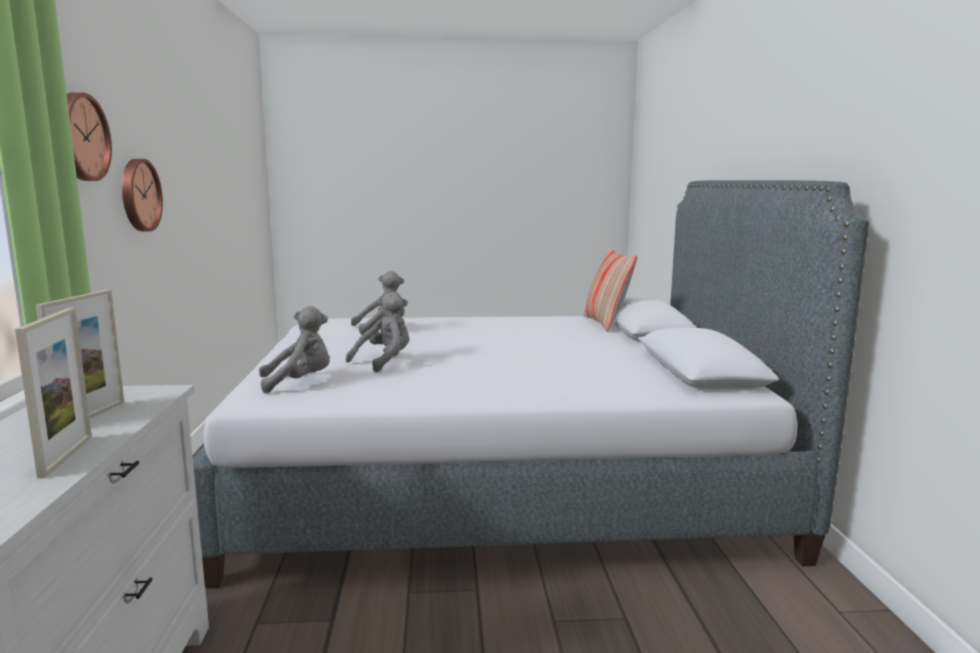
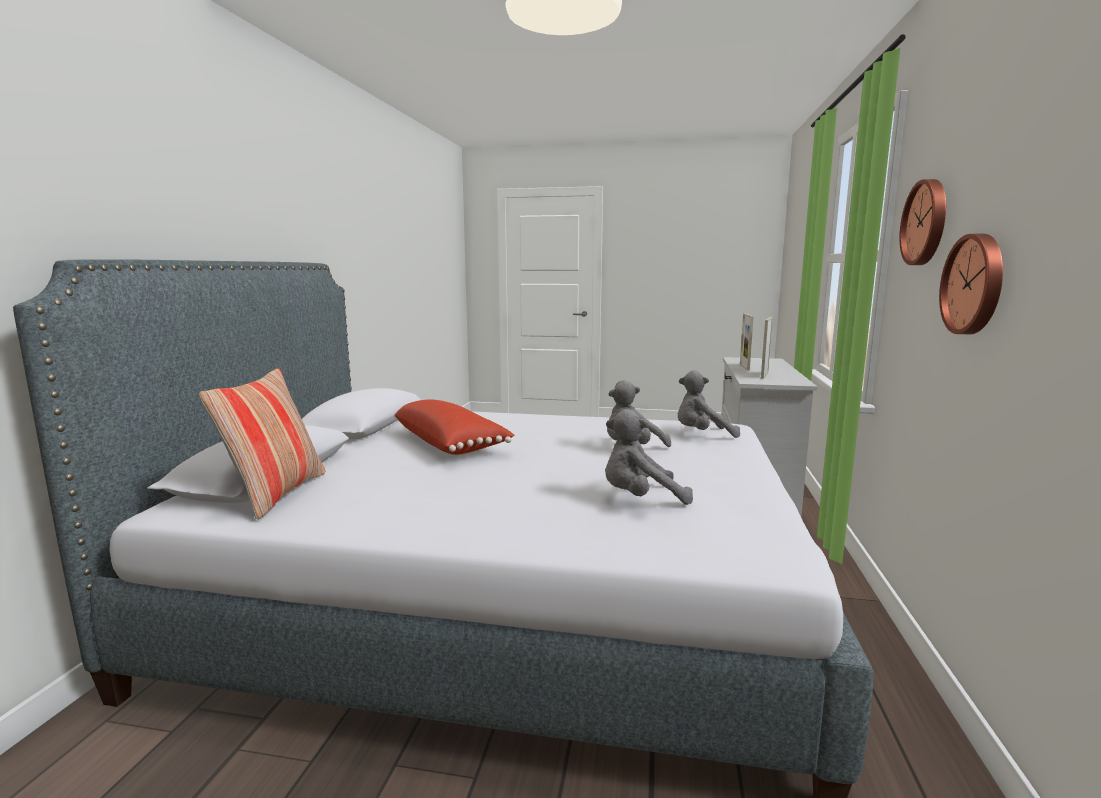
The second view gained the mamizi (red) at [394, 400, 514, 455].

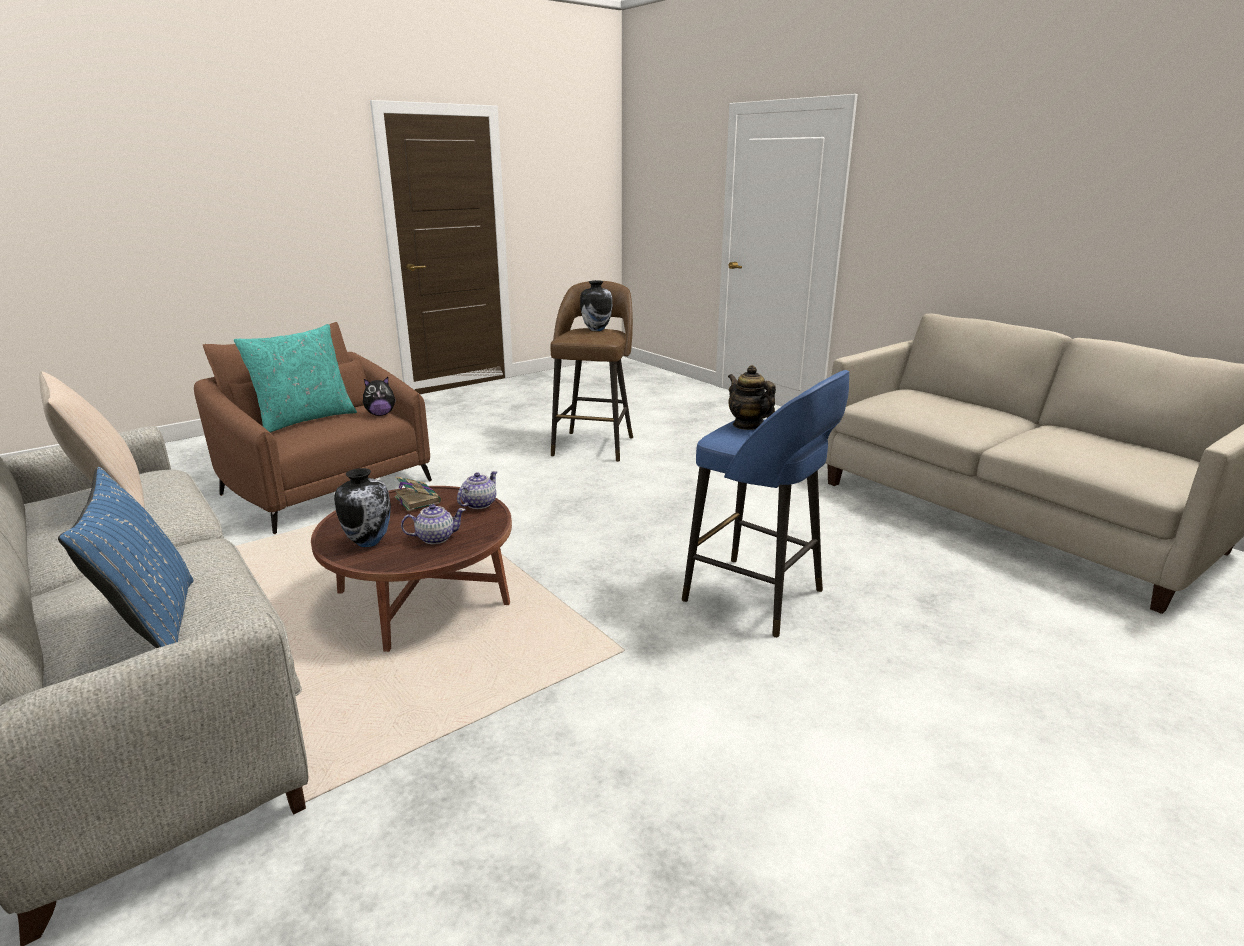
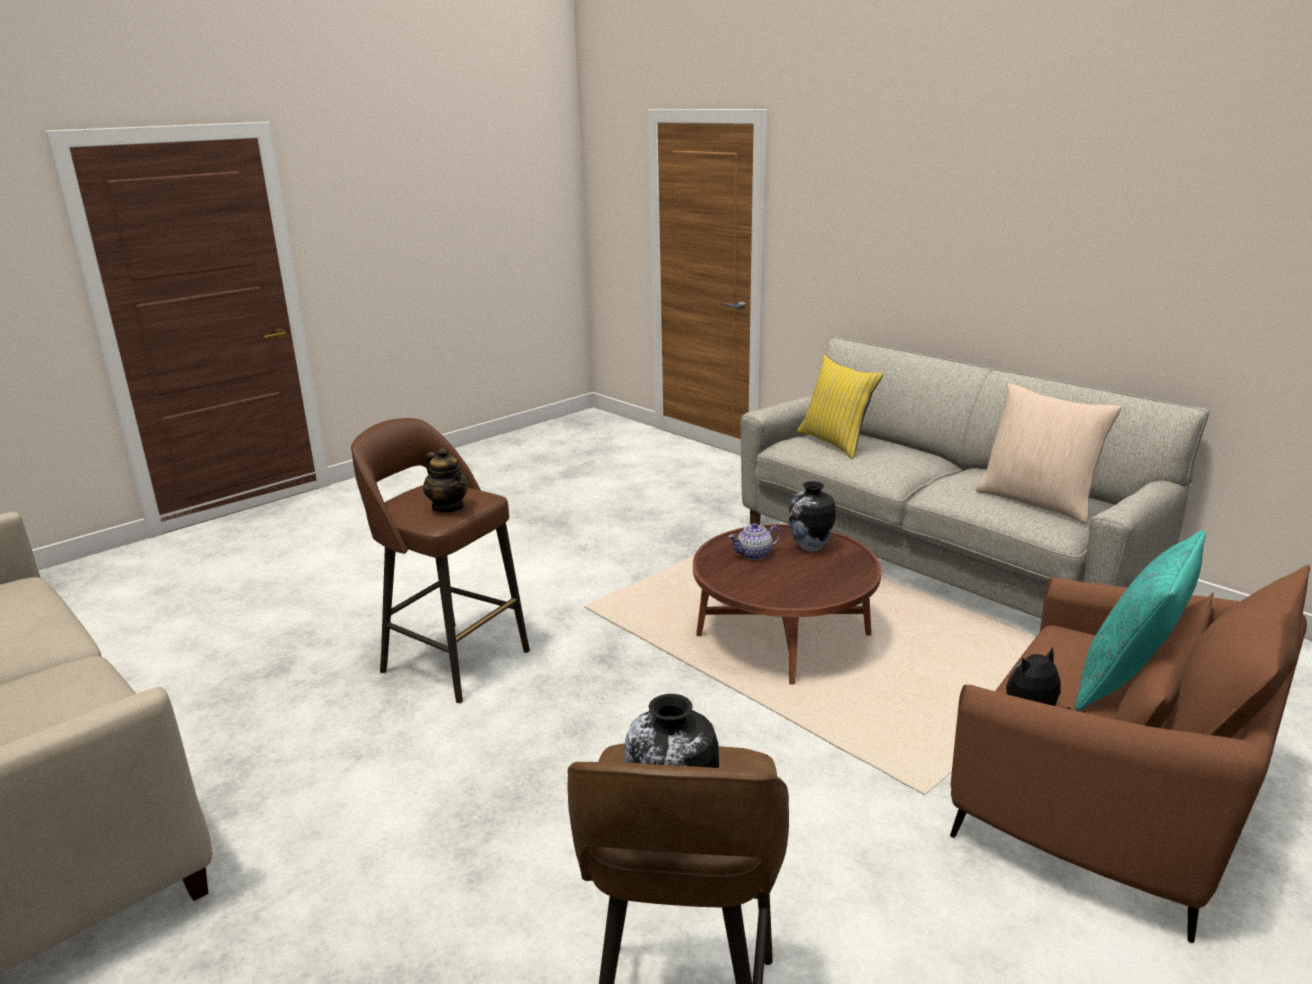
The second view lost the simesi at [395, 476, 441, 511]. The second view lost the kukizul at [457, 471, 497, 509]. What was the mamizi (blue) at [58, 467, 194, 648] turned into the mamizi (yellow) at [797, 355, 883, 459]. What was the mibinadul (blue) at [682, 370, 849, 638] turned into the mibinadul (brown) at [351, 418, 530, 703].

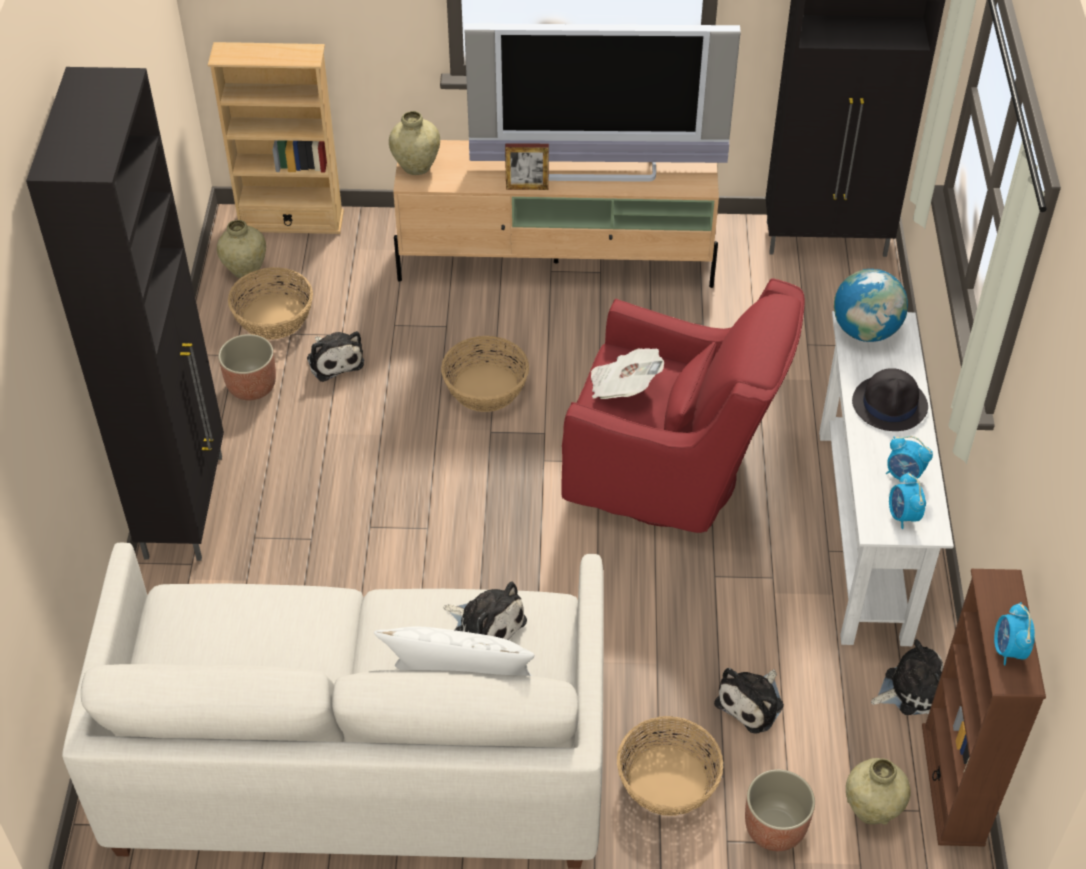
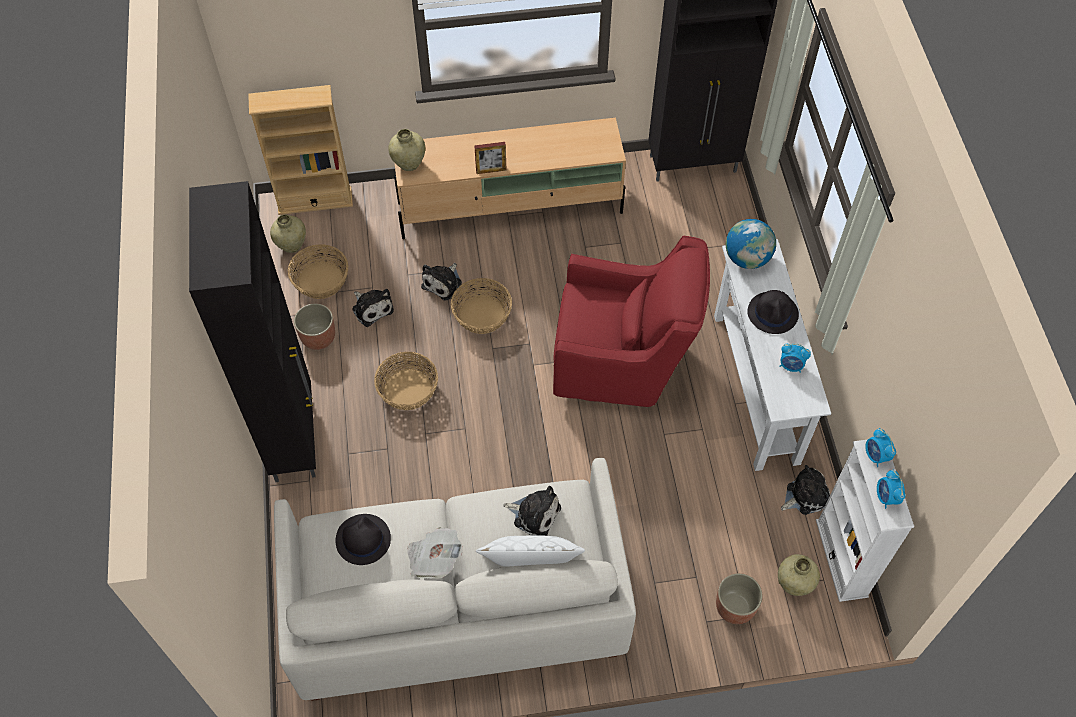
The second view lost the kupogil at [464, 23, 741, 182]. The second view gained the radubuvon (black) at [336, 514, 391, 565]. The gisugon ended up elsewhere, having gone from [591, 348, 664, 399] to [407, 527, 463, 579]. The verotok ended up elsewhere, having gone from [617, 716, 723, 816] to [374, 352, 438, 410]. The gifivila ended up elsewhere, having gone from [714, 668, 784, 734] to [421, 263, 462, 300]. The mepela ended up elsewhere, having gone from [889, 472, 926, 529] to [865, 428, 896, 467]. What was the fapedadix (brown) at [922, 569, 1046, 847] turned into the fapedadix (white) at [816, 440, 914, 602].

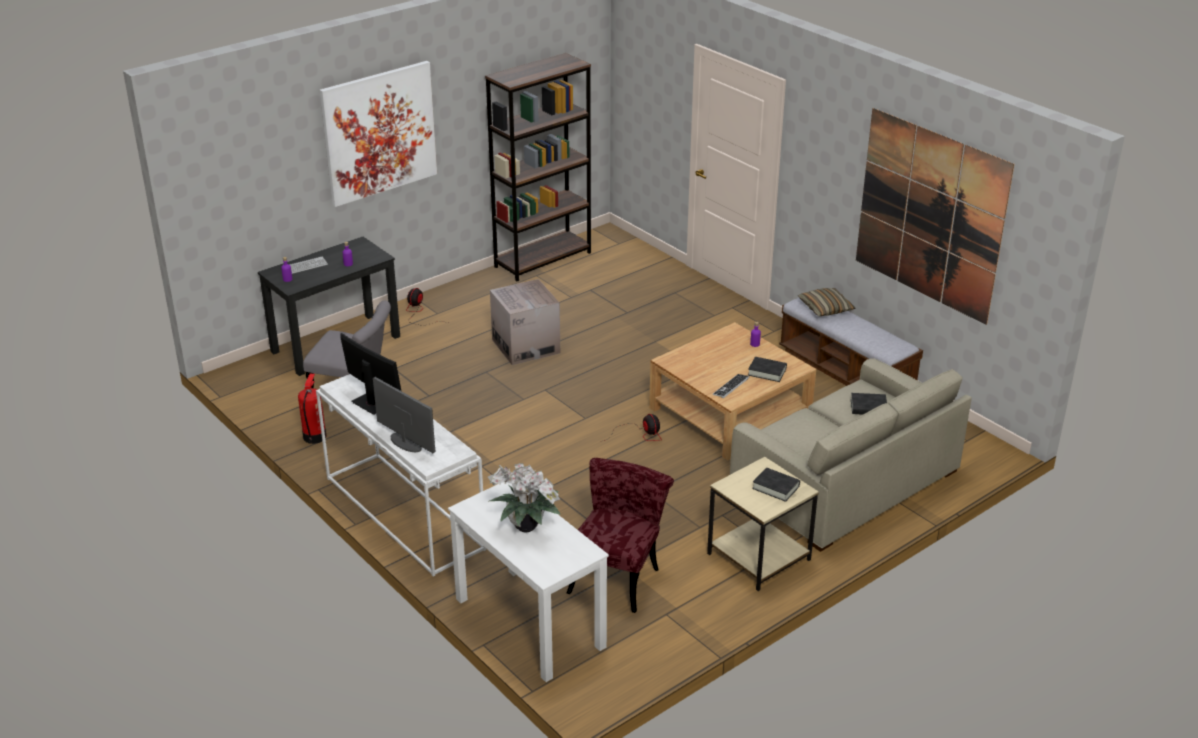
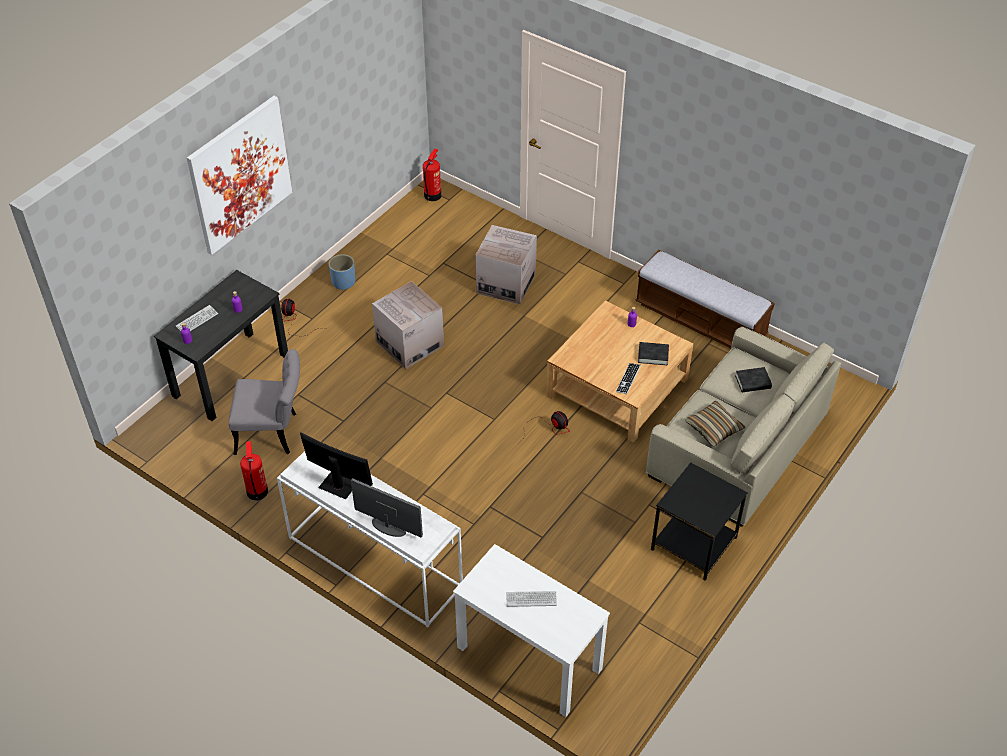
The second view lost the fapedadix (brown) at [485, 53, 591, 281]. The second view lost the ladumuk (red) at [567, 458, 674, 613]. The second view lost the simesi (black) at [752, 467, 800, 502]. The second view lost the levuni at [856, 108, 1014, 325]. The second view gained the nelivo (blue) at [329, 254, 355, 290]. The second view gained the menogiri at [423, 149, 441, 201]. The second view gained the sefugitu at [475, 225, 537, 305]. The mamizi ended up elsewhere, having gone from [798, 288, 855, 316] to [685, 401, 745, 447]. Where the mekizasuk stood at [488, 463, 561, 532], the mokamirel came to stand at [506, 591, 557, 607]. What was the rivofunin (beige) at [707, 457, 819, 591] turned into the rivofunin (black) at [651, 463, 748, 580].

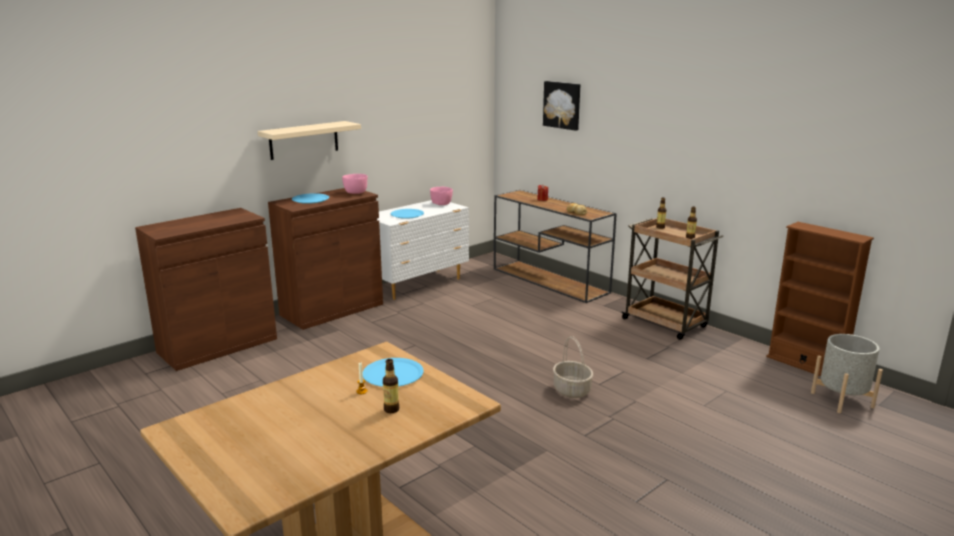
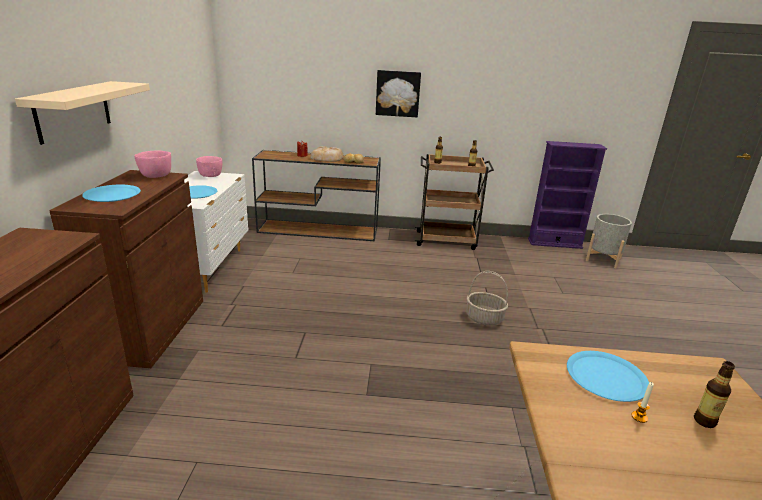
The second view gained the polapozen at [310, 146, 344, 162]. The levuni ended up elsewhere, having gone from [543, 81, 580, 131] to [376, 70, 421, 117]. What was the fapedadix (brown) at [767, 222, 874, 376] turned into the fapedadix (purple) at [528, 141, 607, 249].

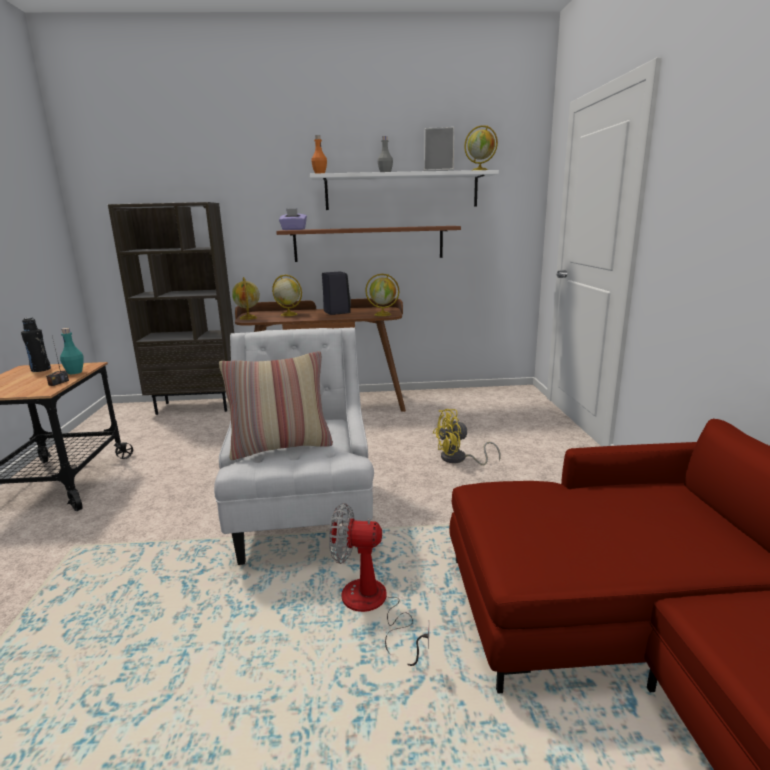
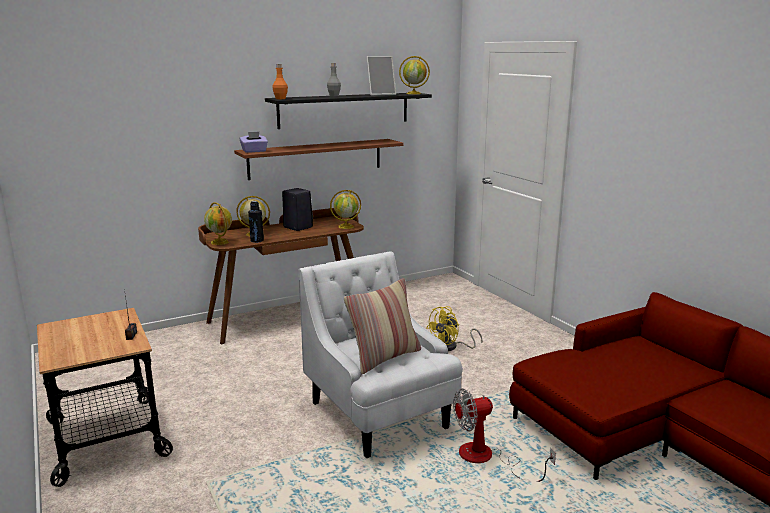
The second view lost the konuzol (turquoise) at [60, 328, 84, 374]. The second view lost the fapedadix (brown) at [108, 202, 234, 415]. The konuzol (black) ended up elsewhere, having gone from [21, 318, 51, 372] to [248, 201, 264, 243]. What was the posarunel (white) at [310, 170, 499, 210] turned into the posarunel (black) at [265, 93, 432, 129].

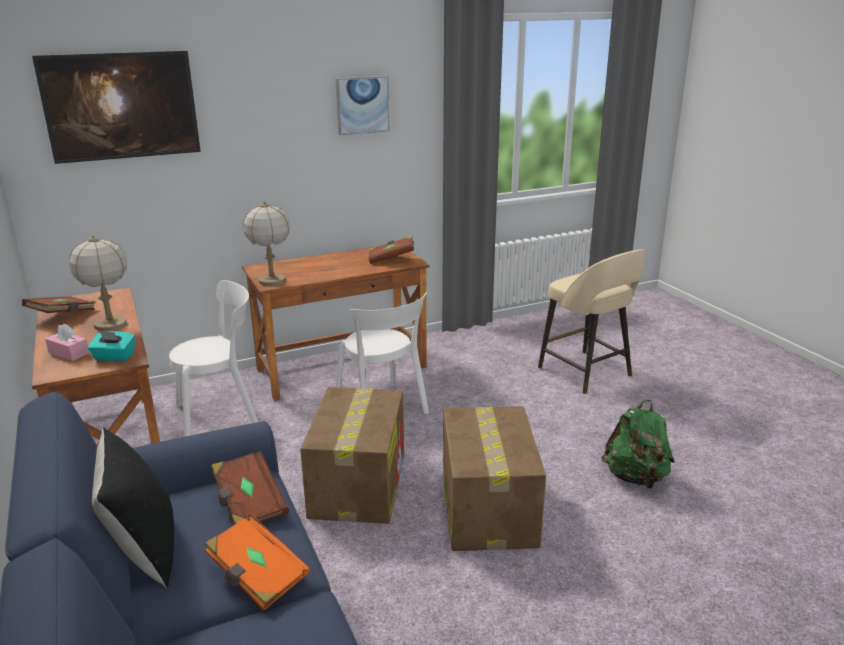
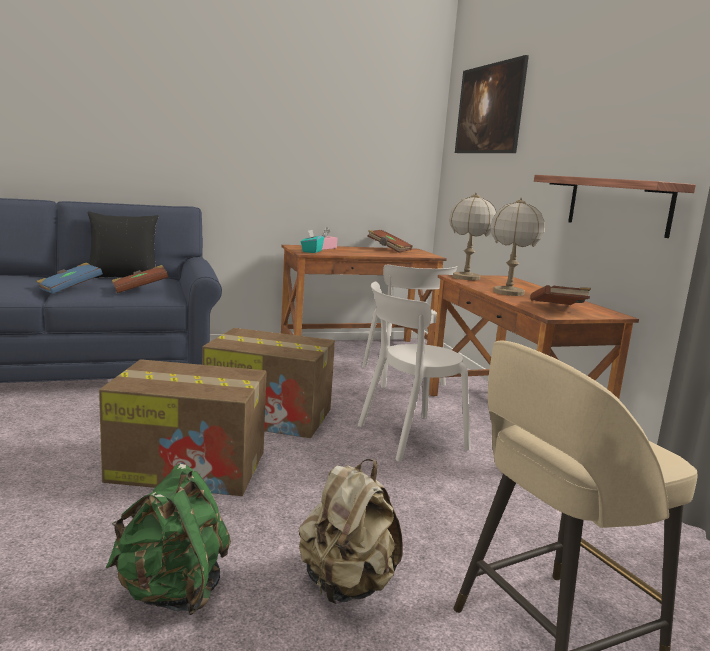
The second view lost the levuni at [336, 76, 390, 135]. The second view gained the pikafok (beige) at [299, 459, 403, 604]. The second view gained the posarunel at [534, 175, 696, 238]. The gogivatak ended up elsewhere, having gone from [69, 235, 127, 331] to [490, 197, 545, 296]. What was the simesi (orange) at [205, 514, 310, 611] turned into the simesi (blue) at [36, 263, 103, 294].

